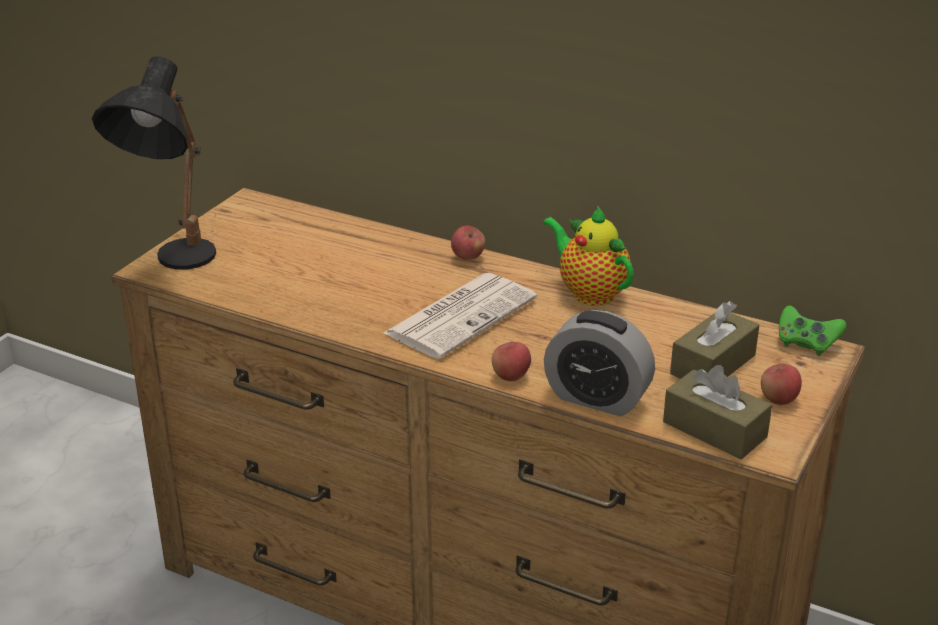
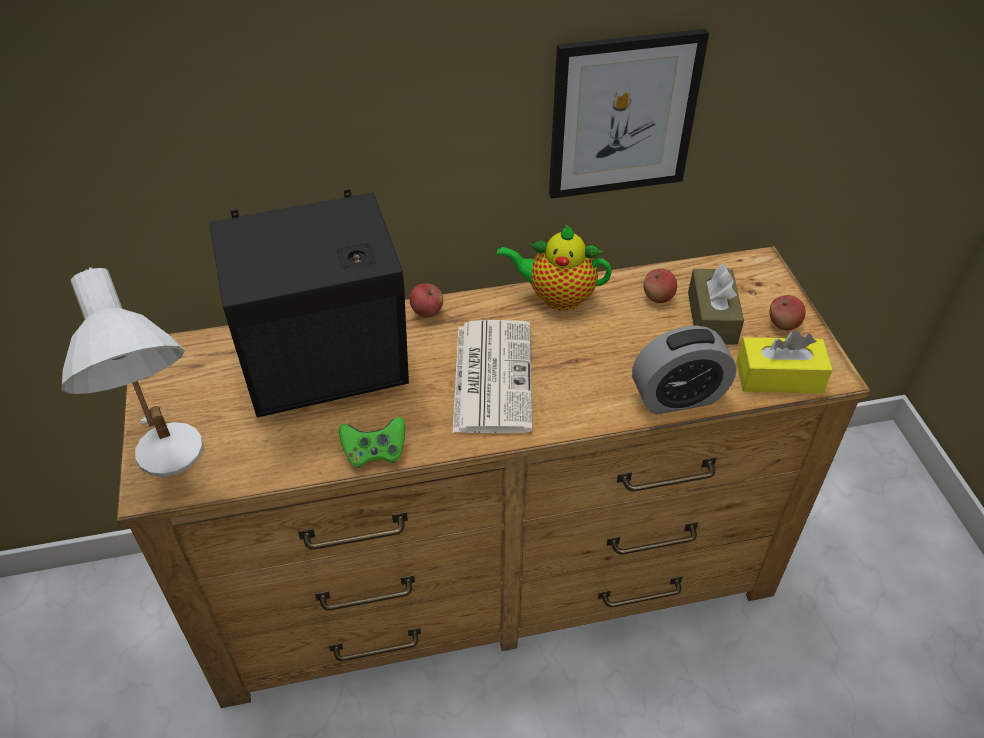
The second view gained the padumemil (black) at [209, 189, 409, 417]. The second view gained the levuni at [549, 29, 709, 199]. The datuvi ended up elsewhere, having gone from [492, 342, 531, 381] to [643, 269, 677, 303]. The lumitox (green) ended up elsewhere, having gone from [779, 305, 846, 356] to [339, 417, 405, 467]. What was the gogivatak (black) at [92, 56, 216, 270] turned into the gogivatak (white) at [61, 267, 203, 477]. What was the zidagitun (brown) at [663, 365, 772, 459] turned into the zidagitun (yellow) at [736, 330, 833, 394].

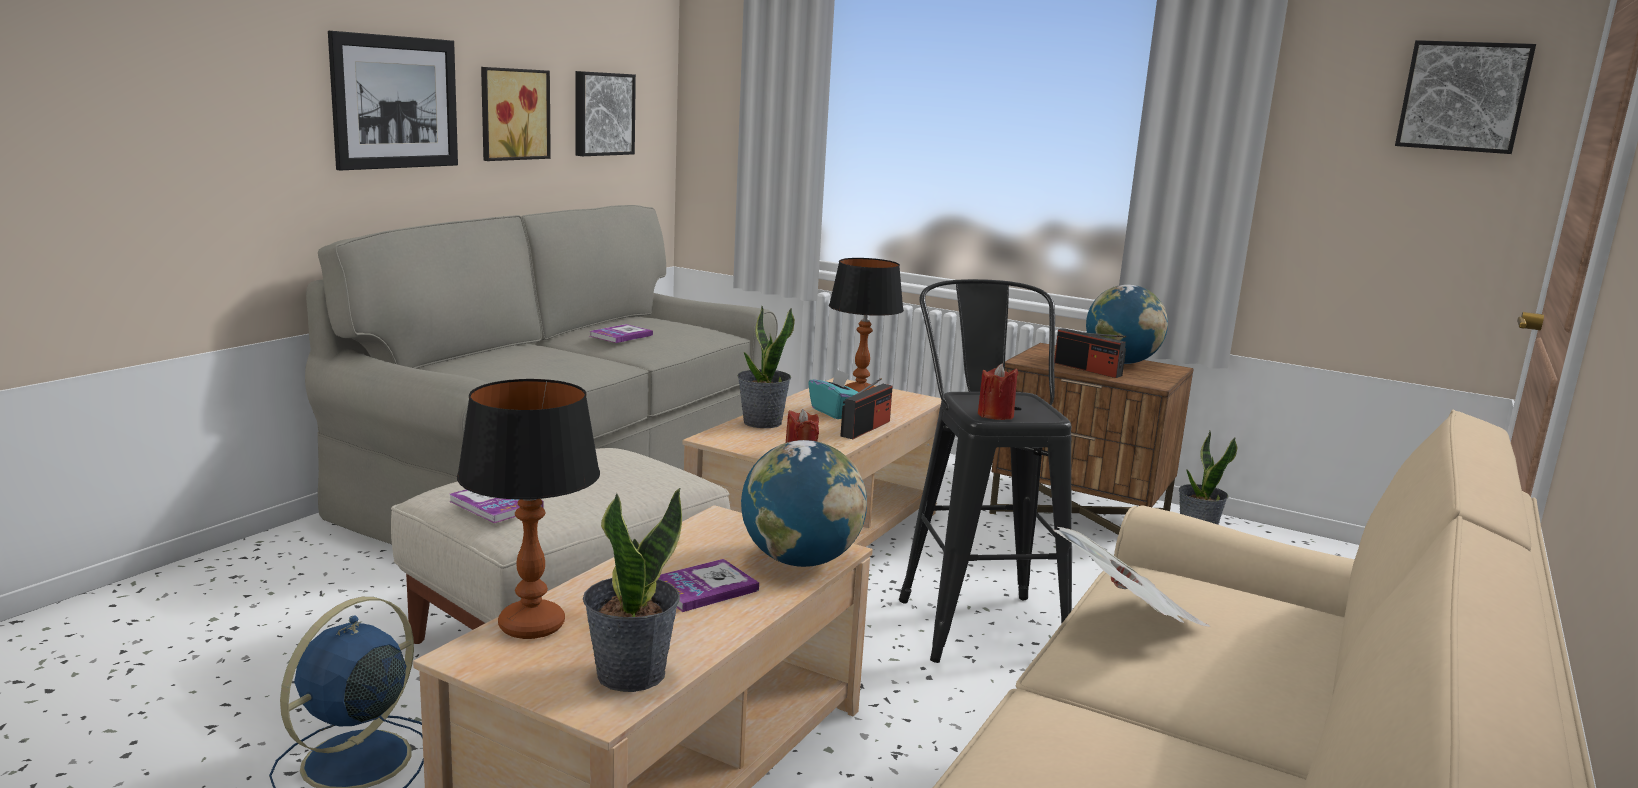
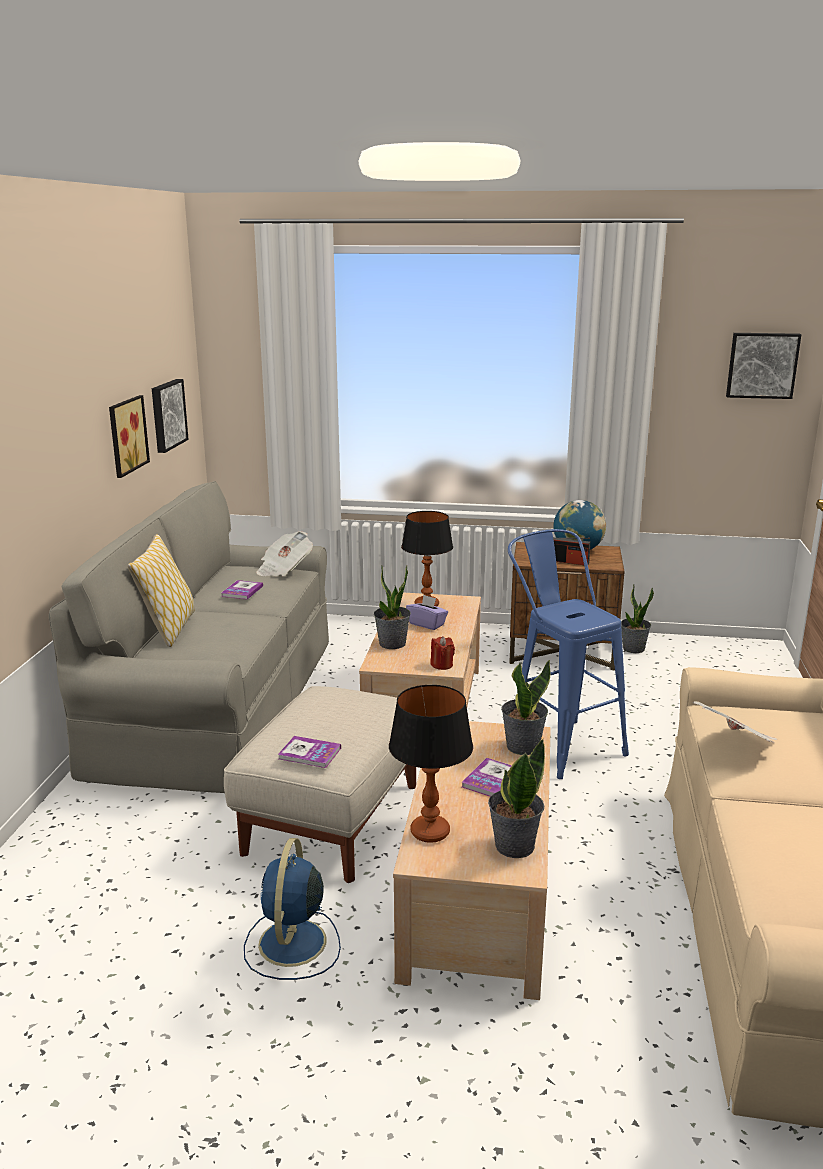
The second view lost the levuni at [328, 31, 458, 170]. The second view lost the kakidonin at [841, 378, 893, 439]. The second view lost the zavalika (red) at [978, 363, 1018, 420]. The second view gained the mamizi at [128, 534, 195, 647]. The second view gained the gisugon at [256, 531, 313, 576]. Where the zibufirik stood at [741, 440, 867, 567], the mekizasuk came to stand at [501, 660, 550, 755]. What was the zidagitun (turquoise) at [808, 369, 858, 419] turned into the zidagitun (purple) at [406, 595, 448, 630]. What was the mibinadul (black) at [899, 279, 1072, 663] turned into the mibinadul (blue) at [508, 529, 629, 779].

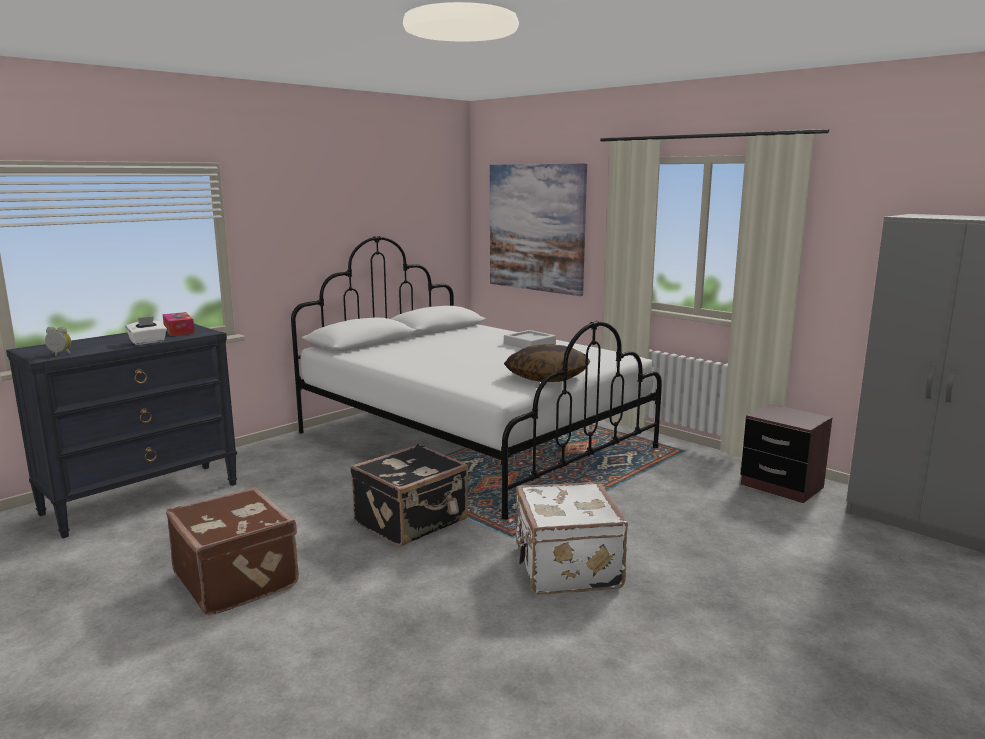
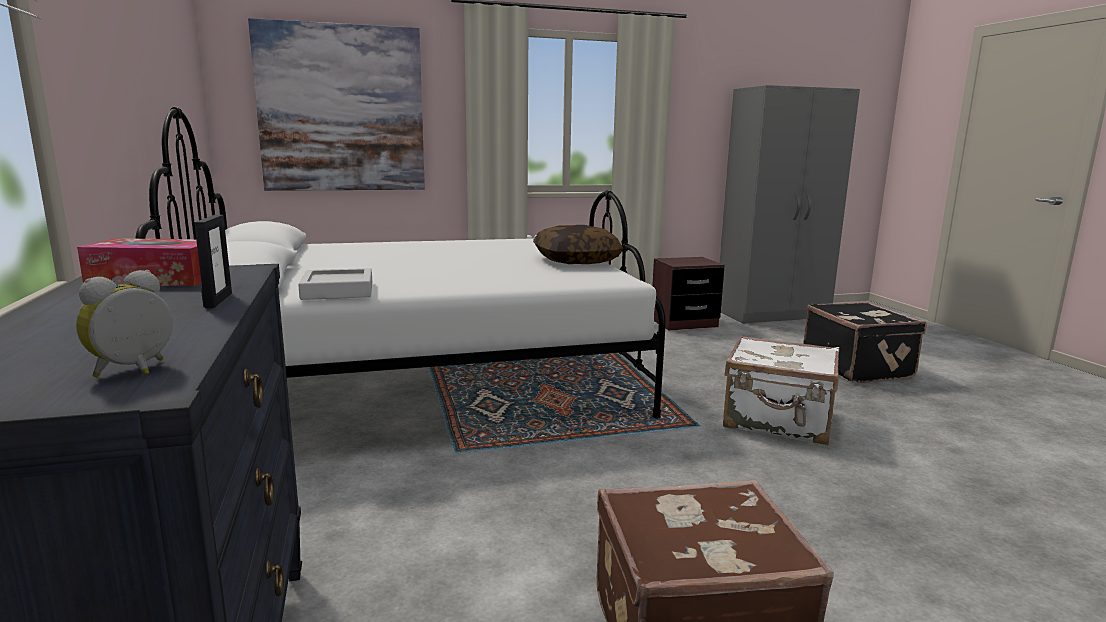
The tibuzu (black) ended up elsewhere, having gone from [350, 444, 468, 546] to [803, 302, 926, 383]. The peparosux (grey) ended up elsewhere, having gone from [504, 330, 556, 348] to [298, 268, 372, 300]. Where the zidagitun (white) stood at [125, 316, 167, 345], the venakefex came to stand at [194, 215, 232, 308].

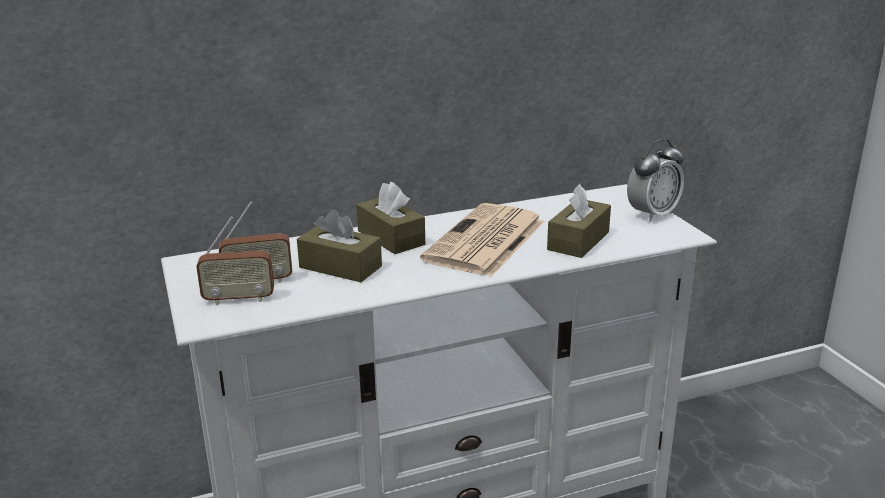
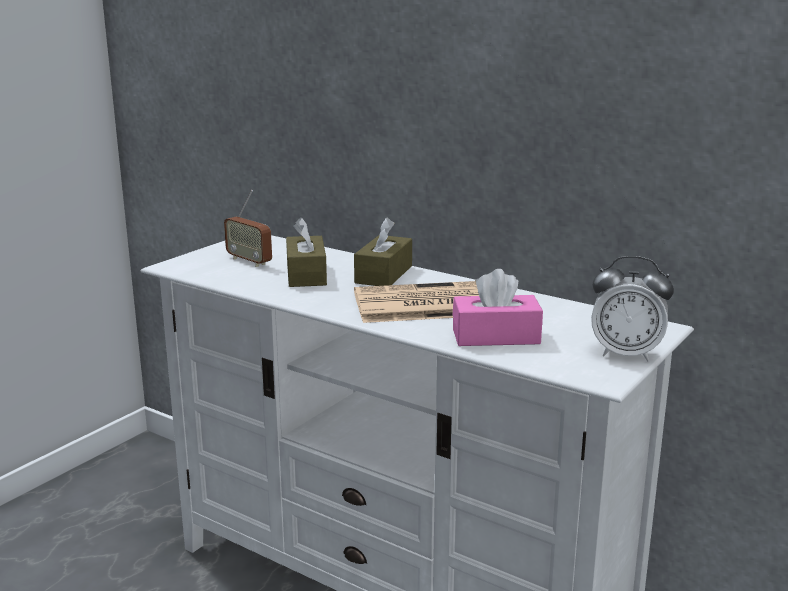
The second view lost the kakidonin at [196, 217, 274, 305]. What was the zidagitun (brown) at [547, 184, 611, 258] turned into the zidagitun (pink) at [453, 269, 543, 346].

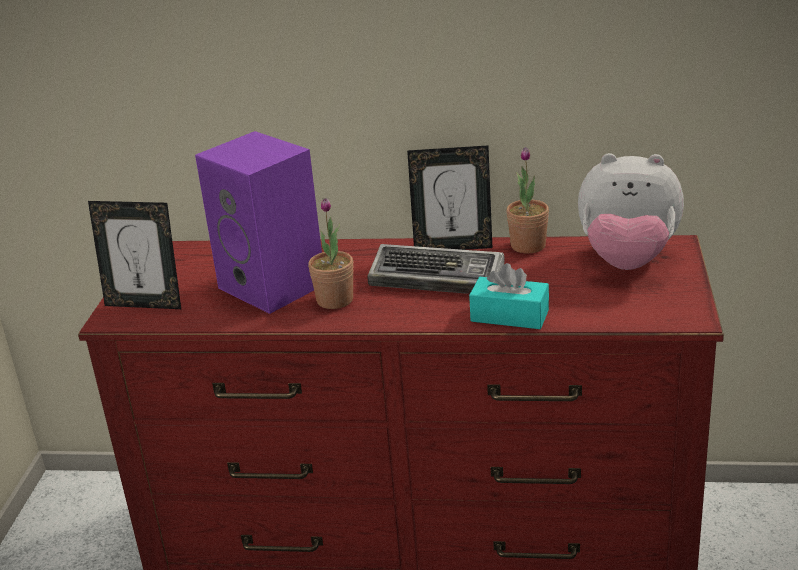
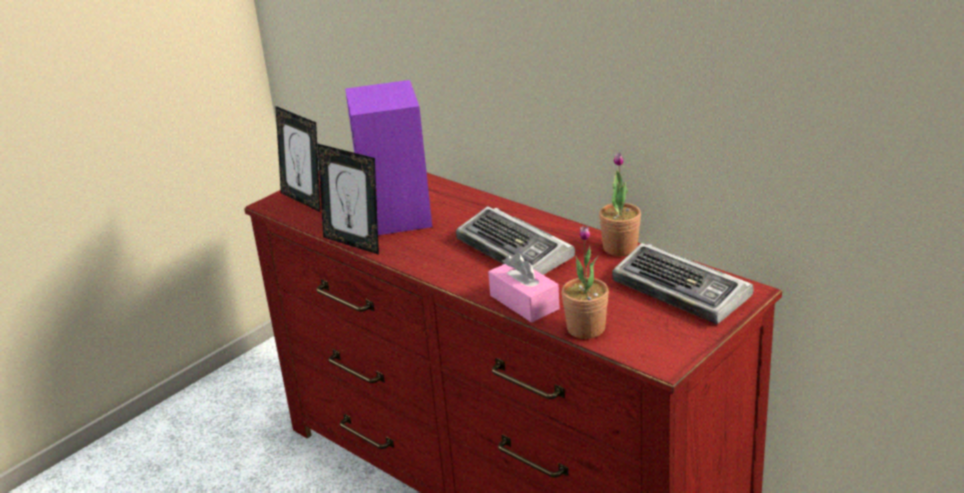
The mekizasuk ended up elsewhere, having gone from [308, 198, 354, 309] to [562, 226, 609, 339]. The venakefex ended up elsewhere, having gone from [407, 145, 493, 250] to [317, 144, 379, 255]. Where the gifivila stood at [578, 153, 684, 270], the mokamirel came to stand at [612, 243, 754, 324]. What was the zidagitun (turquoise) at [469, 263, 549, 329] turned into the zidagitun (pink) at [488, 253, 560, 323].

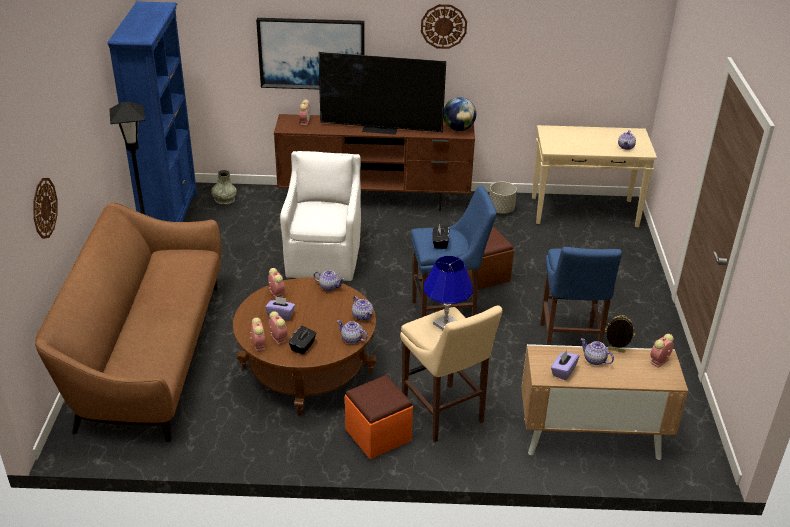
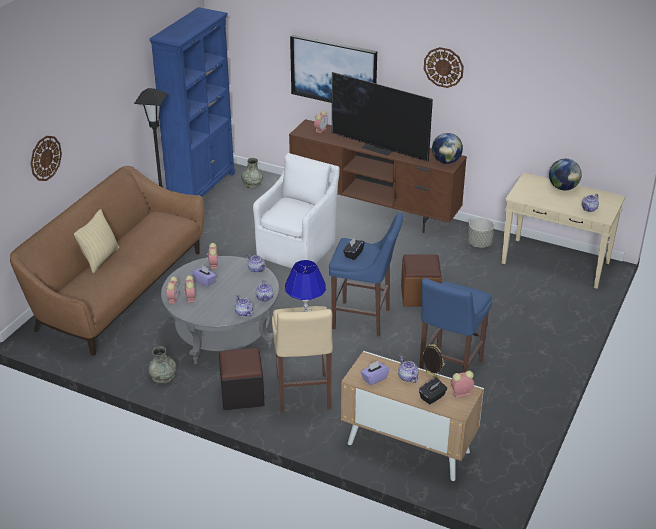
The second view gained the mamizi (beige) at [74, 209, 119, 273]. The second view gained the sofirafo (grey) at [149, 346, 176, 383]. The second view gained the zibufirik at [549, 159, 582, 190]. The zidagitun (black) ended up elsewhere, having gone from [289, 326, 317, 354] to [419, 378, 447, 404]. What was the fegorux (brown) at [233, 278, 376, 416] turned into the fegorux (grey) at [161, 256, 279, 364]. What was the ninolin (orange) at [345, 375, 413, 459] turned into the ninolin (black) at [219, 348, 265, 410].

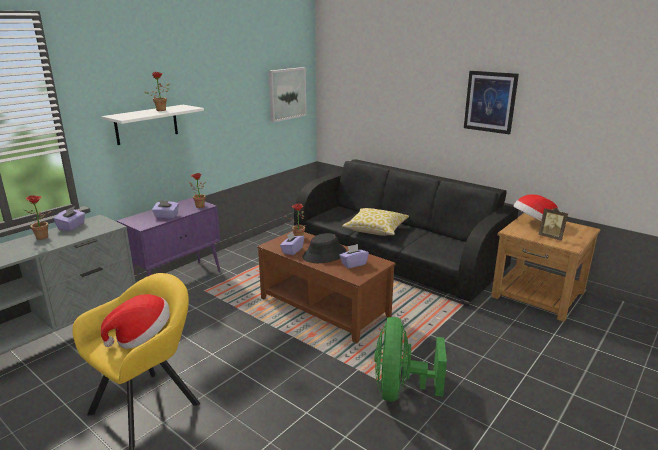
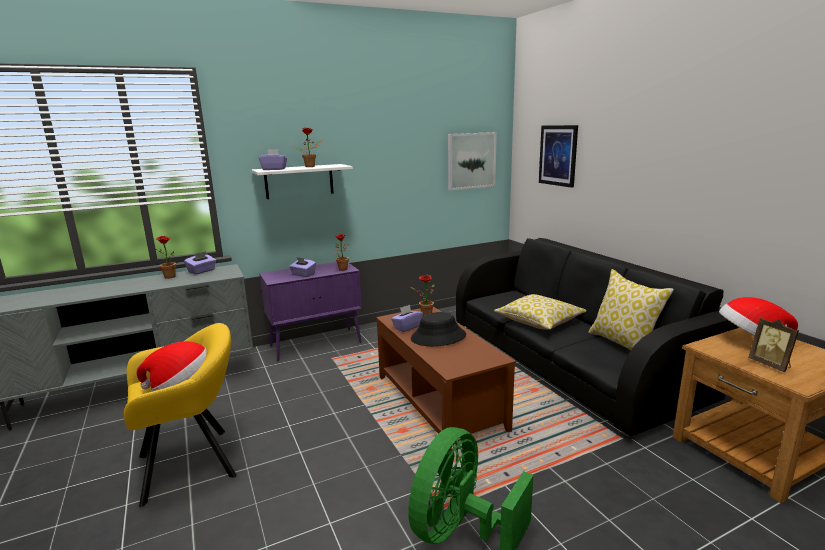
The second view gained the mamizi at [588, 269, 674, 350]. The zidagitun (purple) ended up elsewhere, having gone from [339, 244, 369, 269] to [259, 149, 287, 170]. The levuni ended up elsewhere, having gone from [464, 71, 519, 134] to [539, 125, 578, 188].

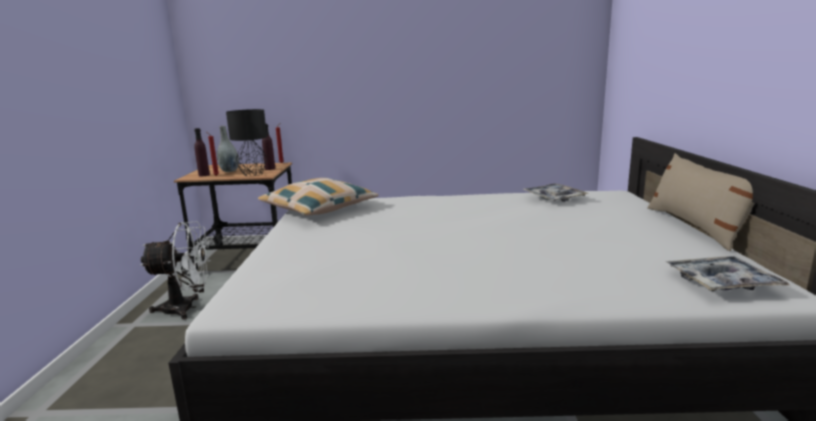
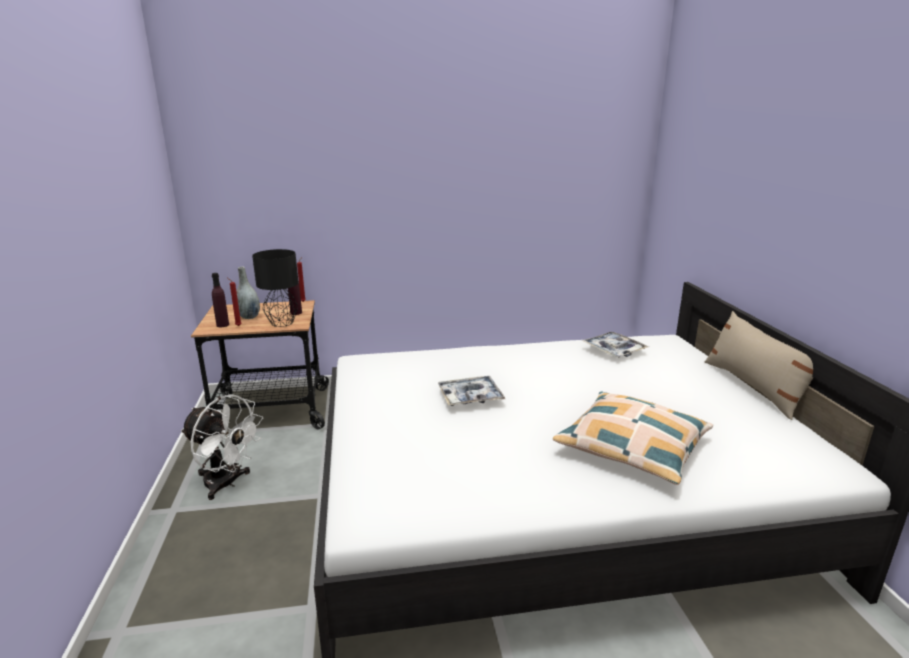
The mamizi ended up elsewhere, having gone from [258, 178, 379, 216] to [553, 391, 713, 485]. The peparosux ended up elsewhere, having gone from [667, 256, 790, 291] to [437, 376, 505, 406]. The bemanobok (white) at [140, 222, 211, 319] ended up facing another way, 45 degrees clockwise from before.

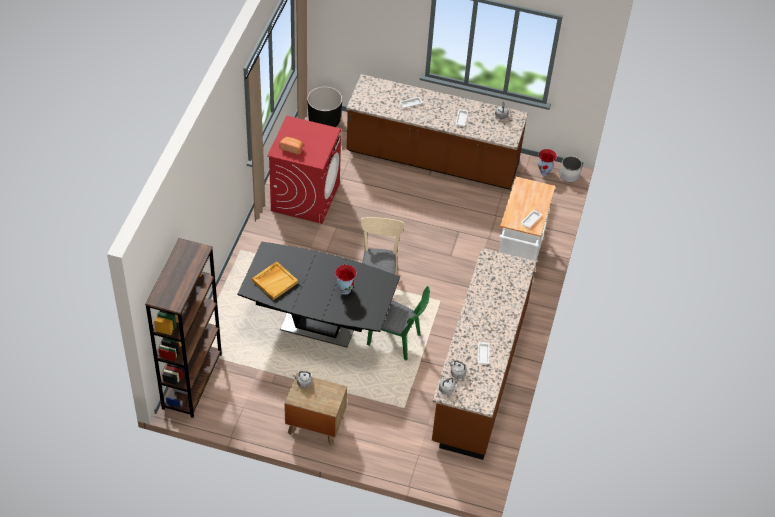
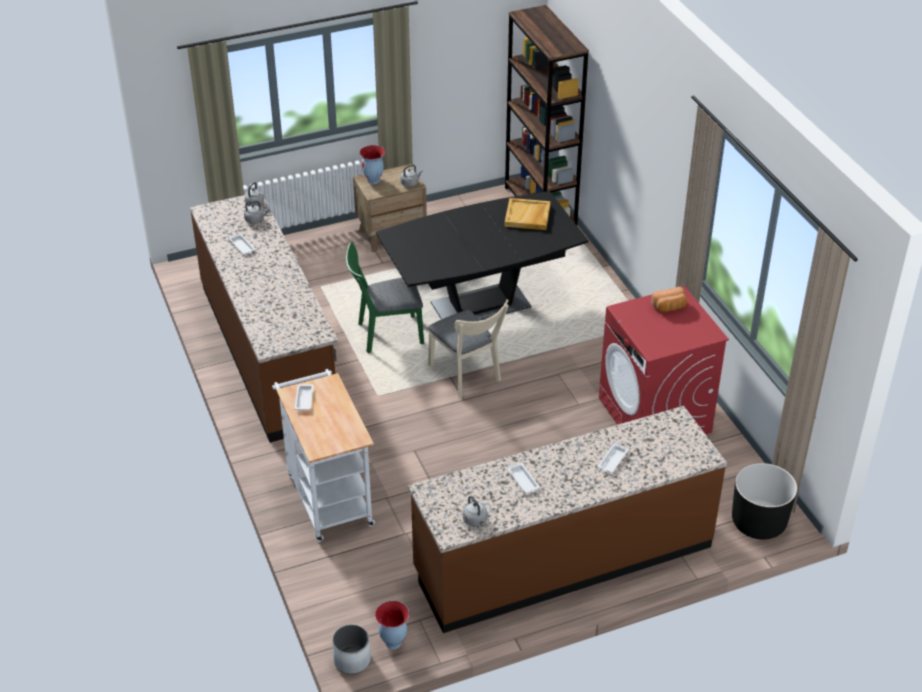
The sofirafo ended up elsewhere, having gone from [335, 265, 357, 295] to [359, 145, 385, 184].

